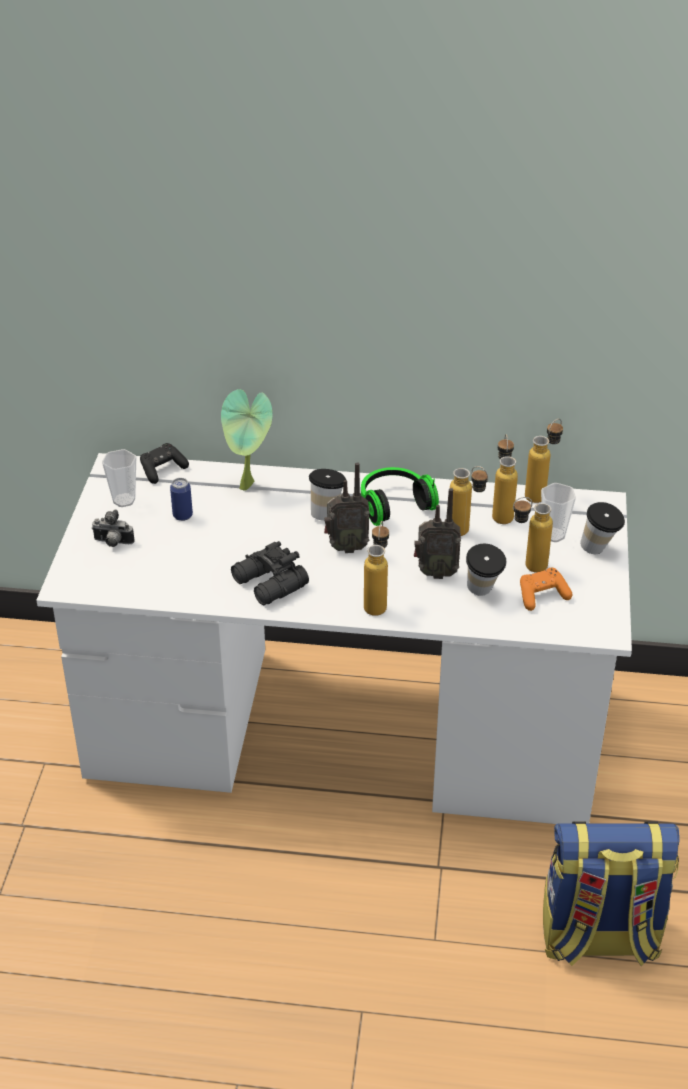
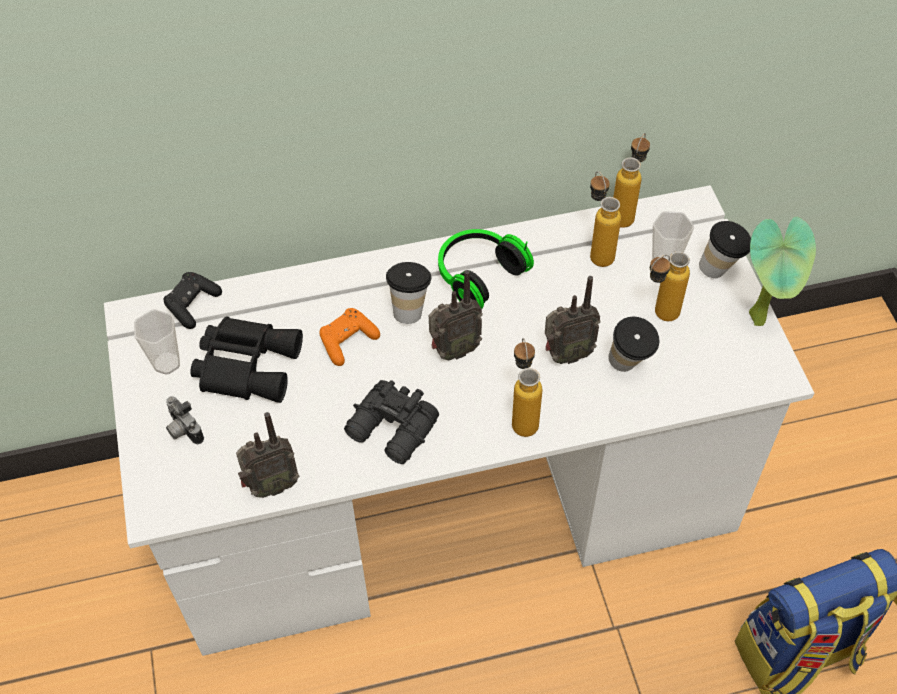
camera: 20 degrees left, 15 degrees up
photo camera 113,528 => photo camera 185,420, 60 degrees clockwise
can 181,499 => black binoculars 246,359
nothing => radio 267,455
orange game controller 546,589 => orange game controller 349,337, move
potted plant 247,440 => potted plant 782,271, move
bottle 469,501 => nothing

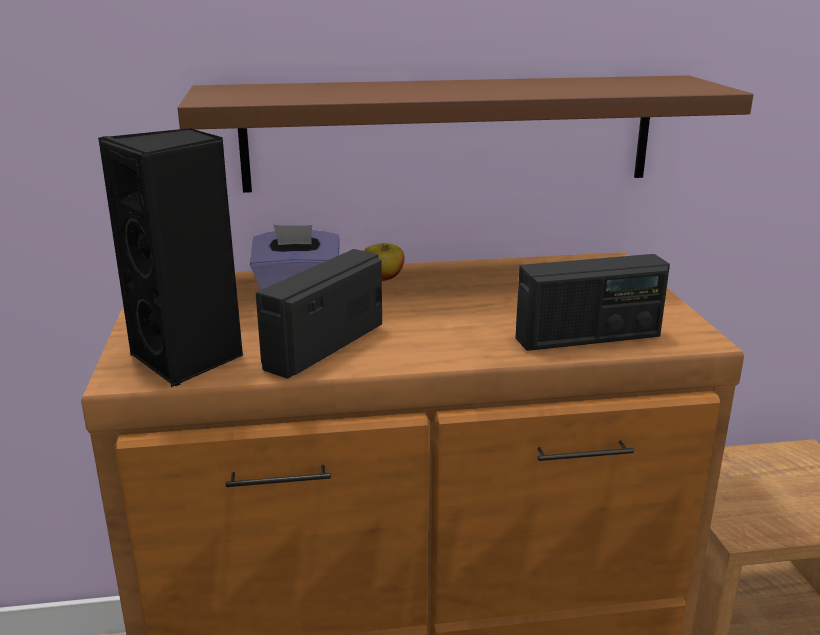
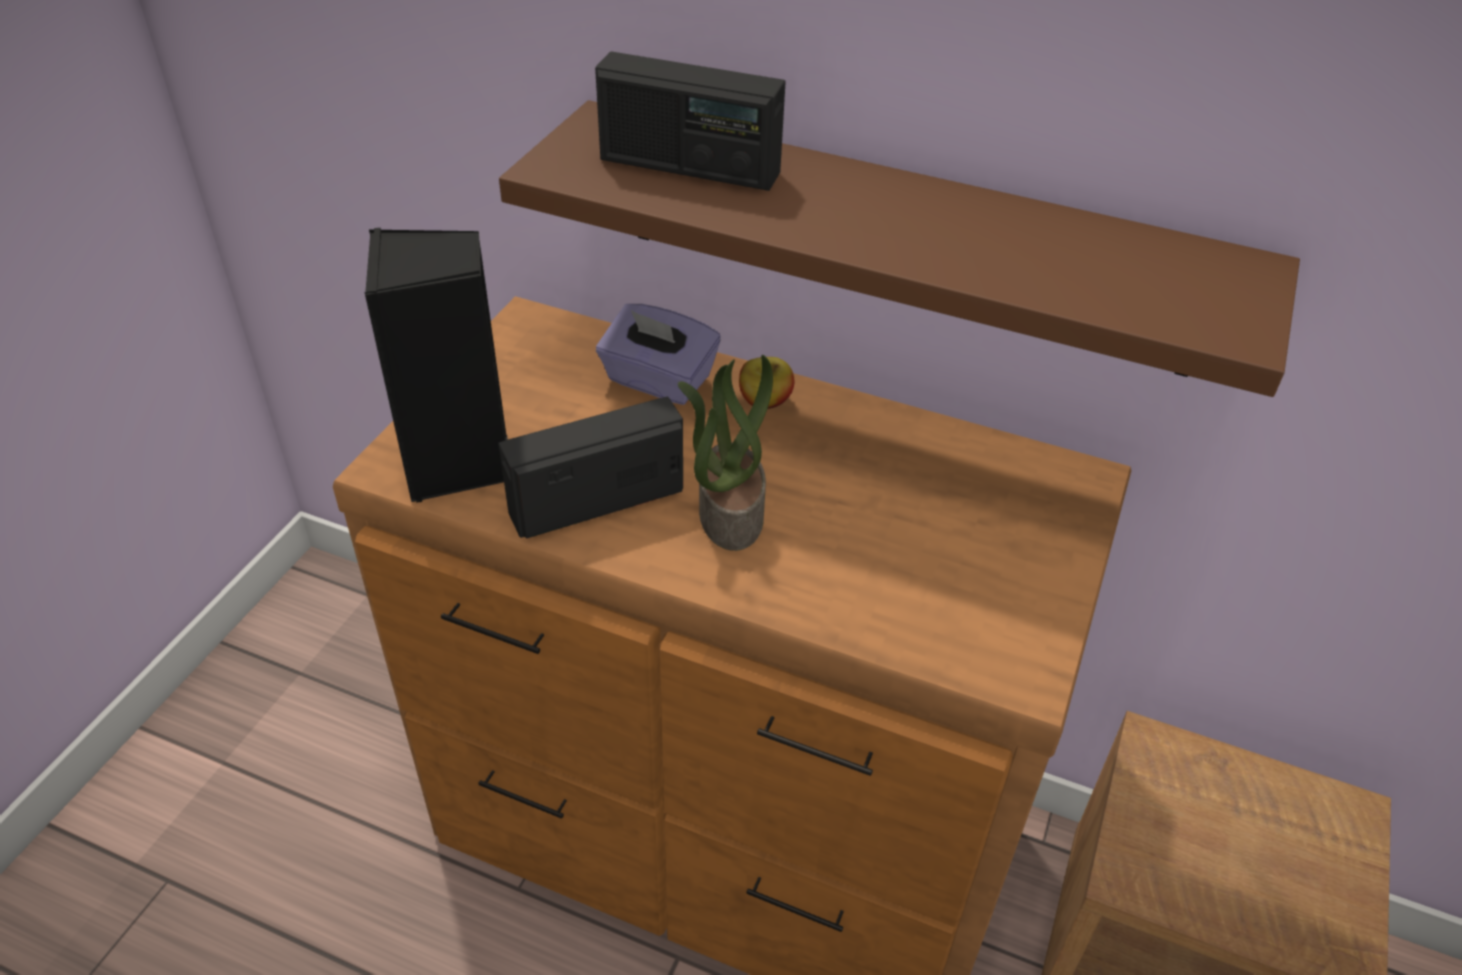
camera: 30 degrees right, 20 degrees up
radio 593,302 => radio 690,121, move
nothing => potted plant 725,453

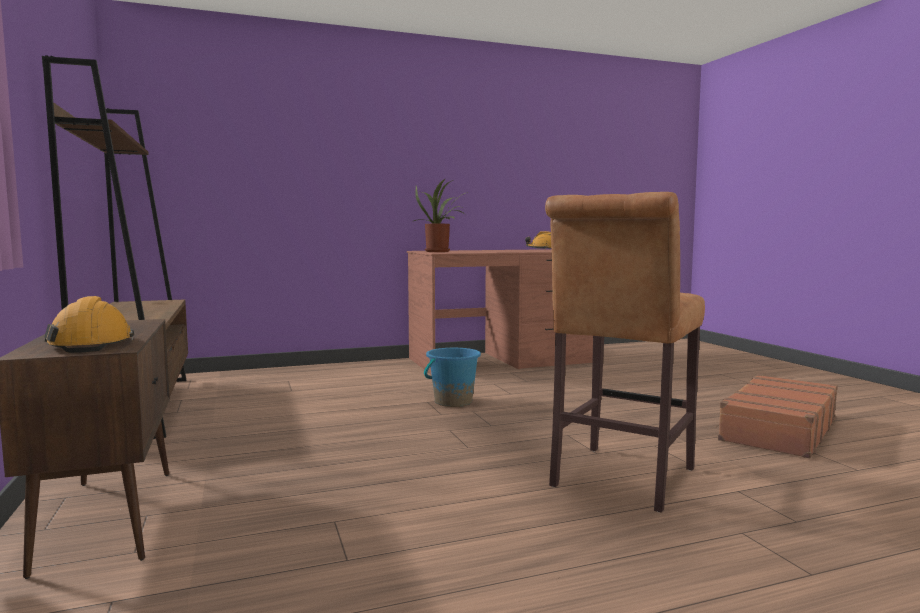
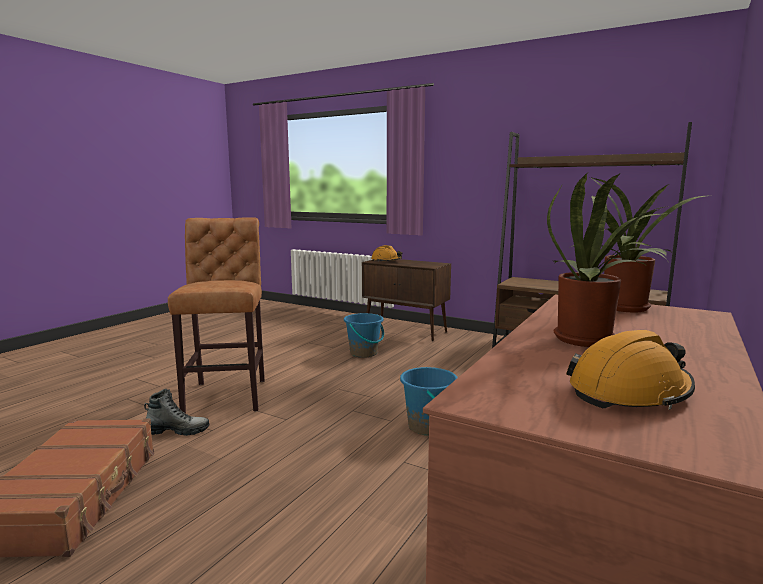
camera: 140 degrees right, 5 degrees up
nothing => boot 177,412
nothing => blue bucket 364,335
nothing => potted plant 608,260

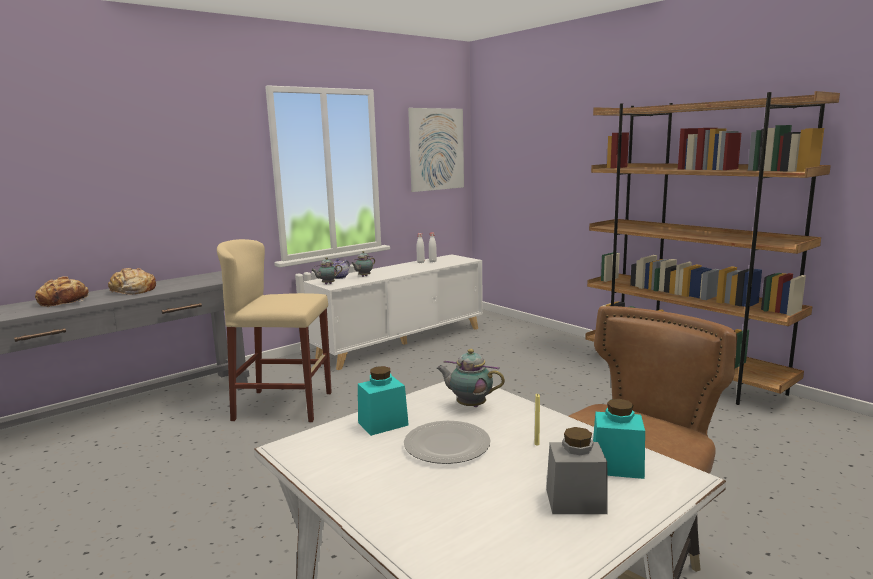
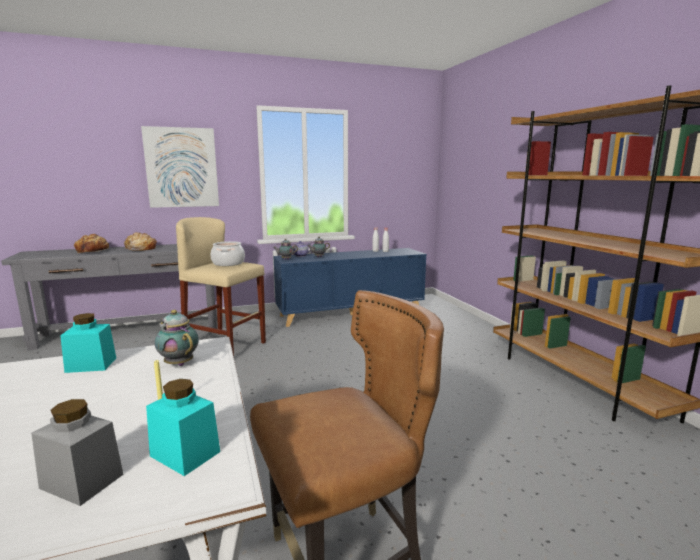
camera: 20 degrees right, 0 degrees up
picture 436,150 => picture 180,167, move
nothing => cooking pot 227,253
white cabinet 393,312 => blue cabinet 349,287
plate 447,442 => nothing

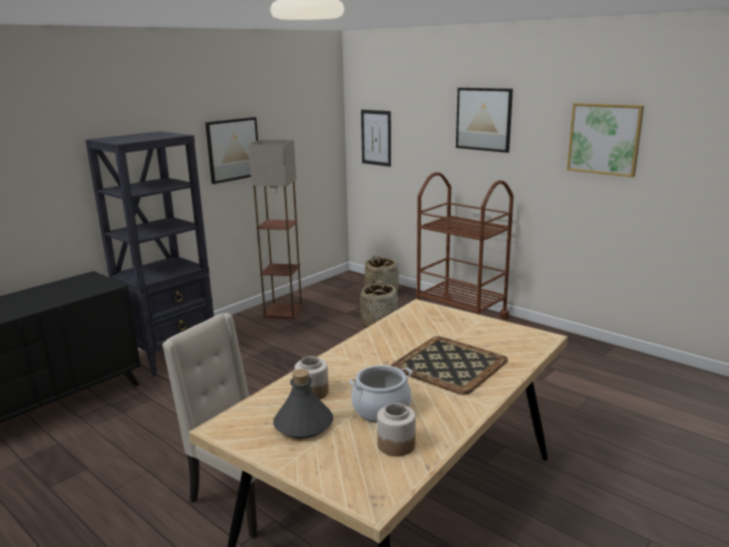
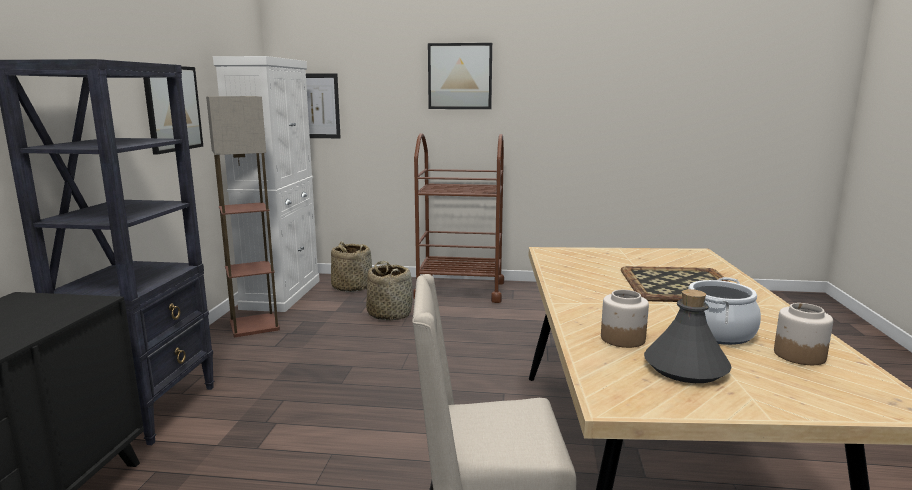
camera: 35 degrees left, 5 degrees down
nothing => white cabinet 266,184
picture 605,140 => nothing

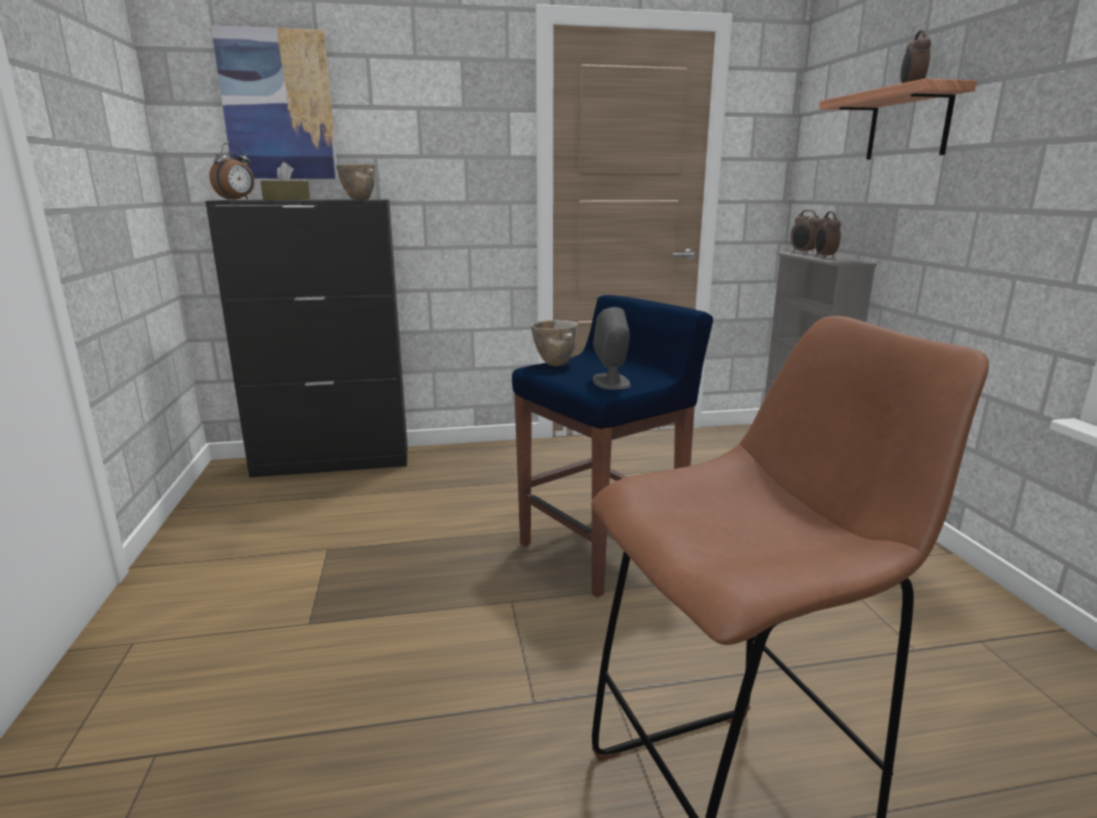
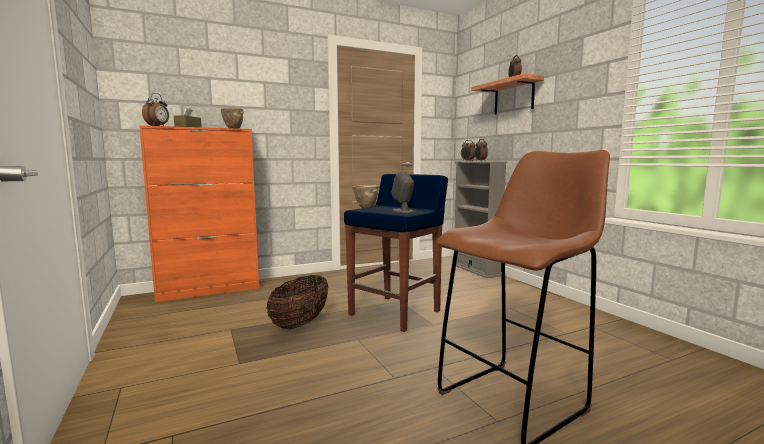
camera: 15 degrees left, 10 degrees down
black cabinet 306,338 => orange cabinet 199,213
nothing => basket 297,302
picture 275,102 => nothing

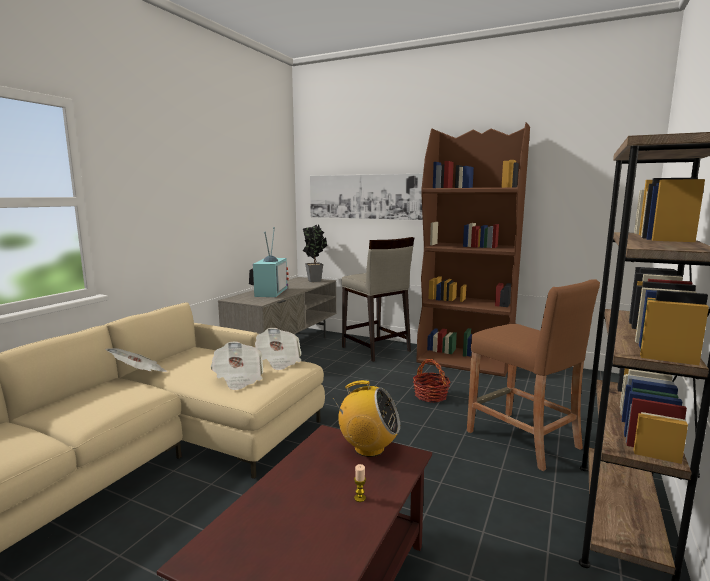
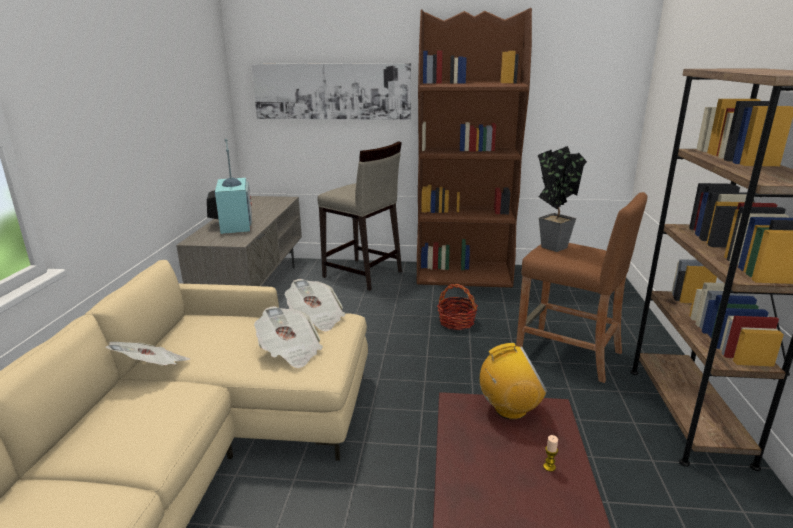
camera: 20 degrees left, 10 degrees up
potted plant 315,253 => potted plant 562,199, move

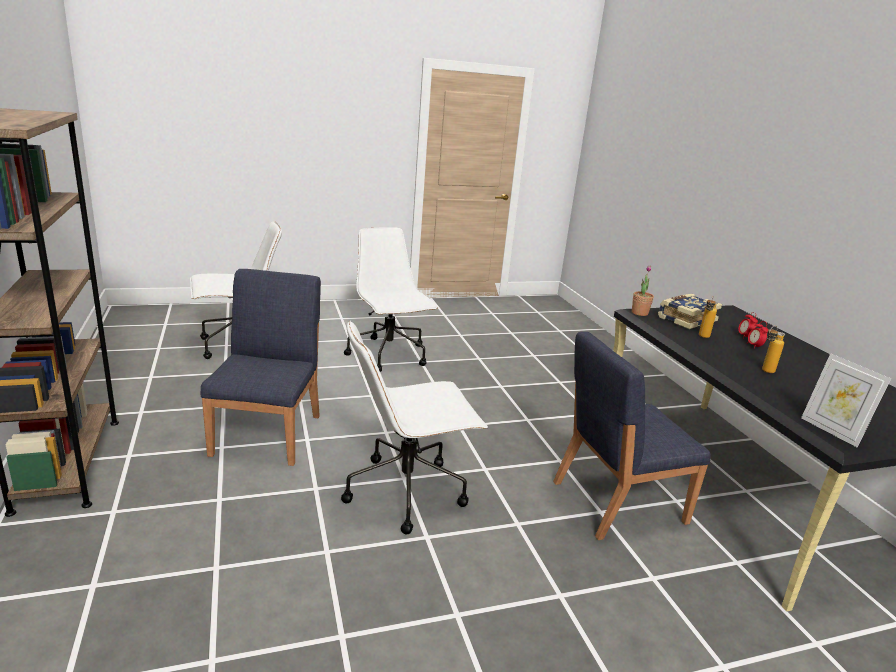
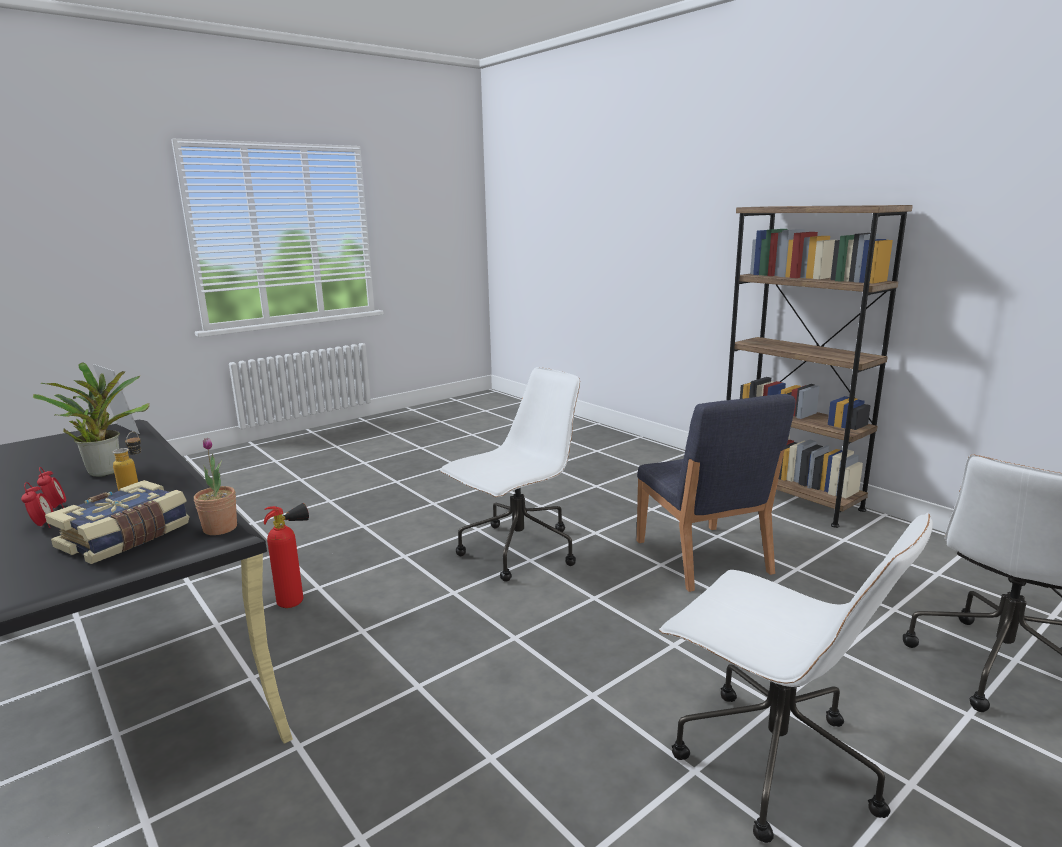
camera: 160 degrees right, 5 degrees down
bottle 773,349 => potted plant 91,419
blue chair 632,436 => fire extinguisher 286,555

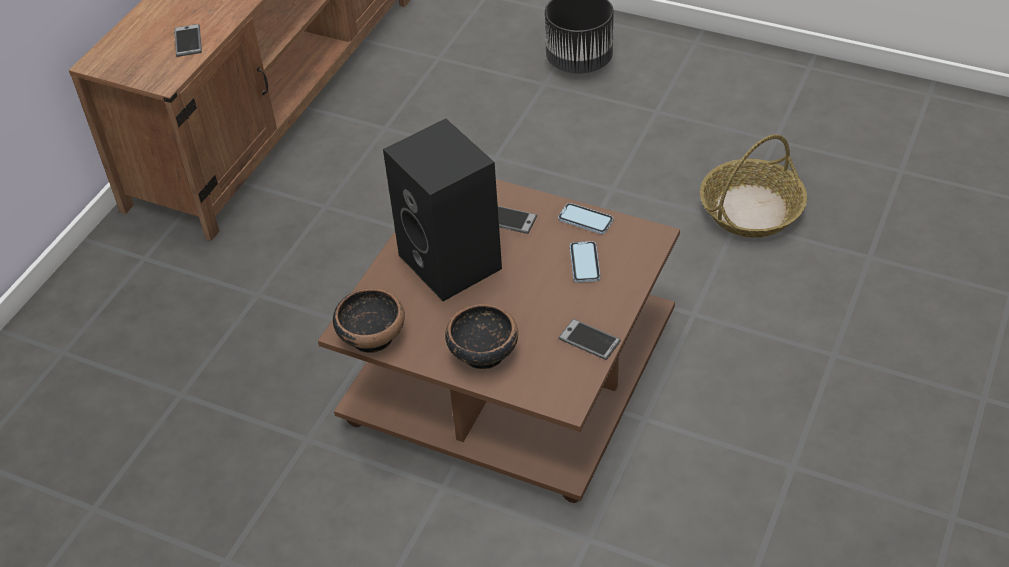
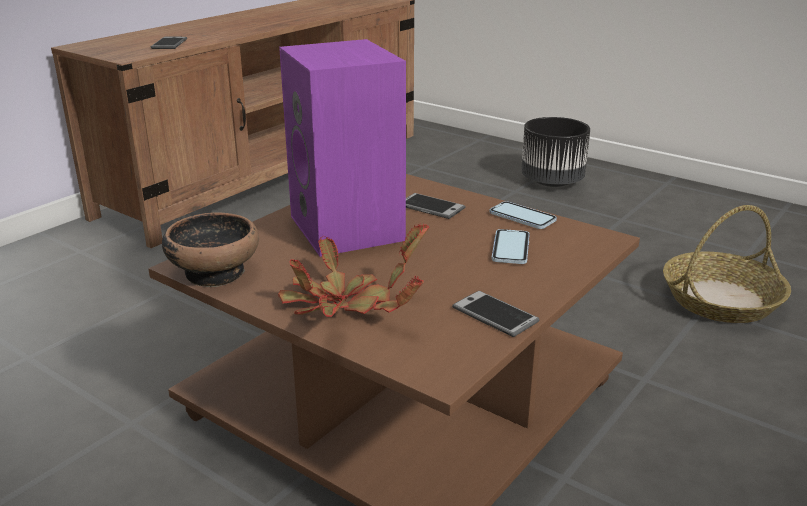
camera: 10 degrees right, 20 degrees down
bowl 481,336 => potted plant 353,270
black speaker 442,209 => purple speaker 342,148

